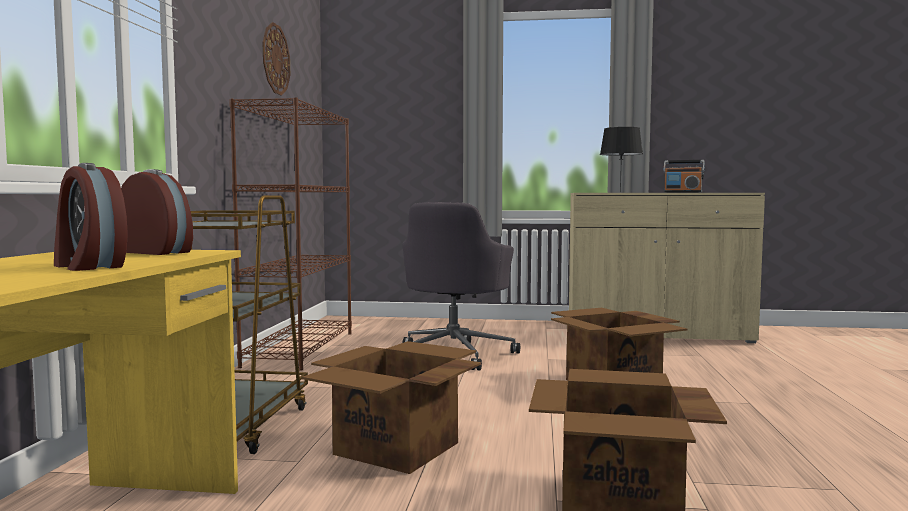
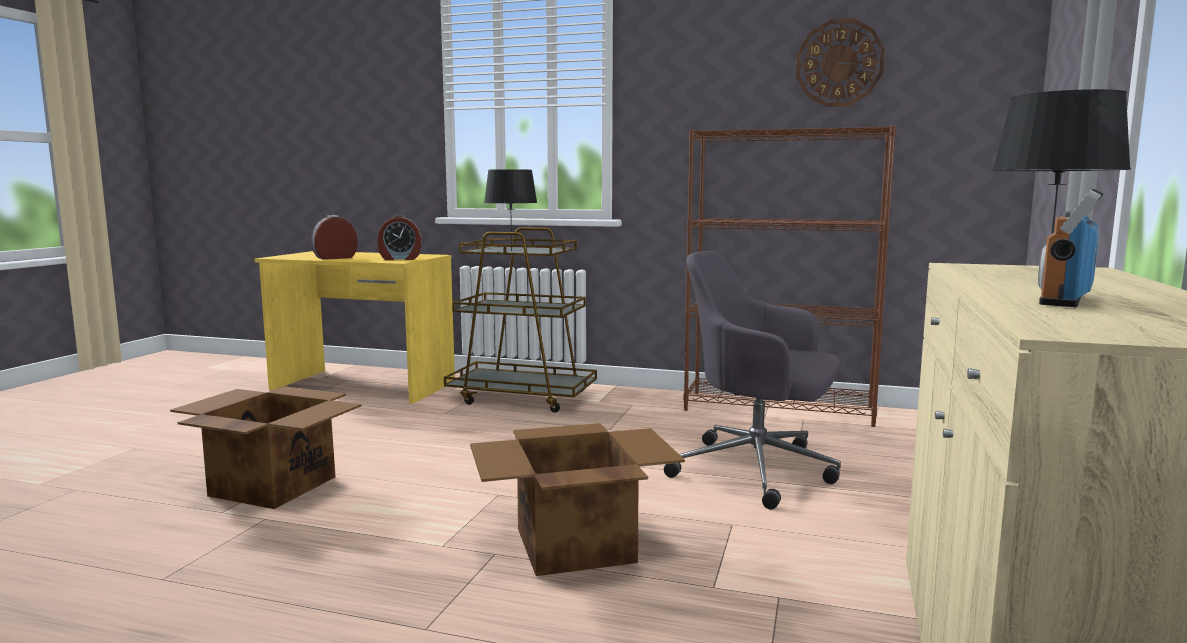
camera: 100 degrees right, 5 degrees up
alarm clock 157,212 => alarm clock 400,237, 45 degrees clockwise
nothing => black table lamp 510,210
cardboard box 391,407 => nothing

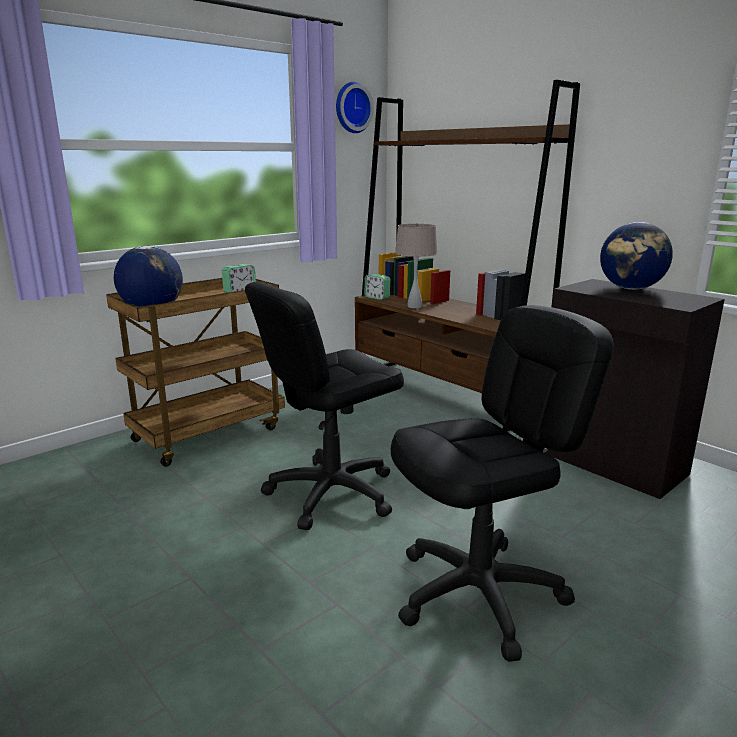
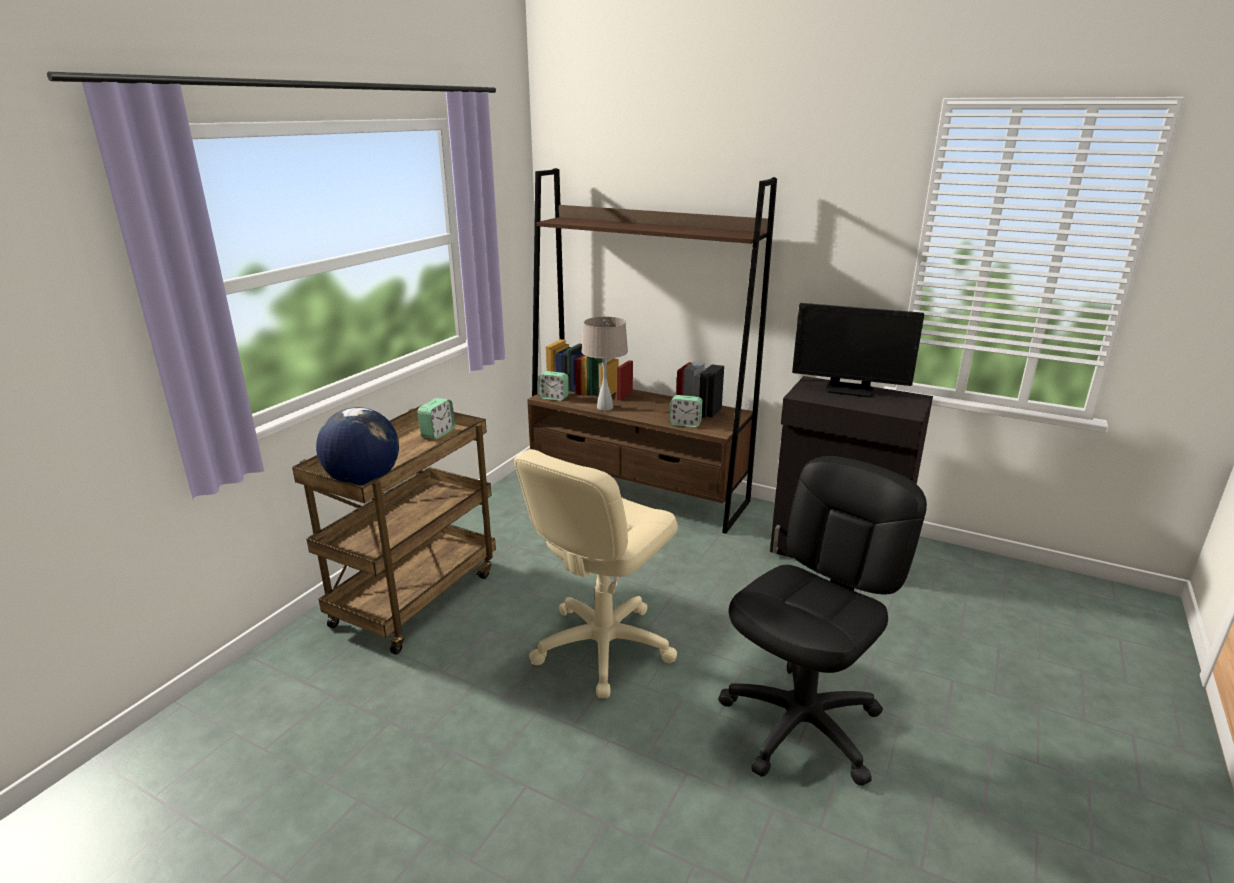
camera: 20 degrees left, 5 degrees up
black office chair 324,406 => beige office chair 596,573
nothing => alarm clock 686,411
globe 636,256 => monitor 858,350
wall clock 355,107 => nothing

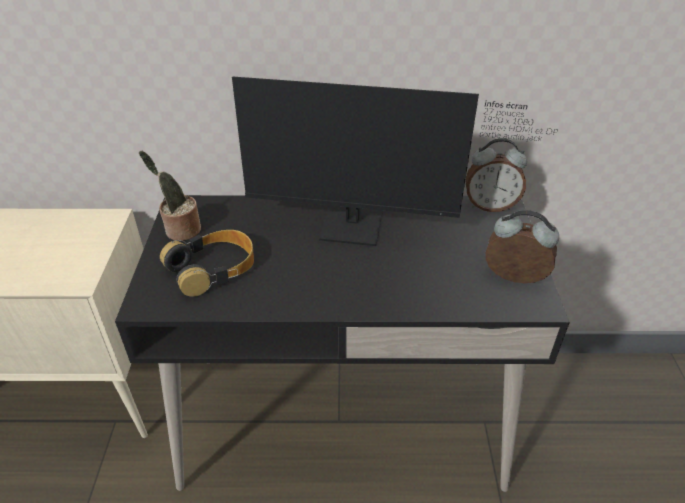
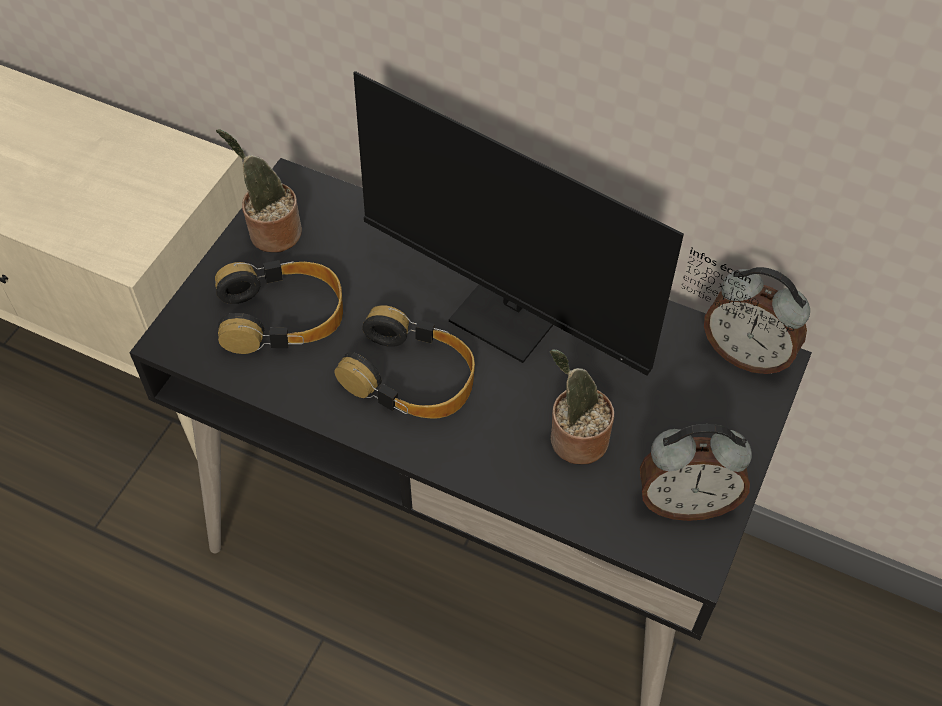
camera: 25 degrees right, 15 degrees up
nothing => headphones 404,362
nothing => potted plant 582,406
alarm clock 522,246 => alarm clock 696,472, 135 degrees clockwise

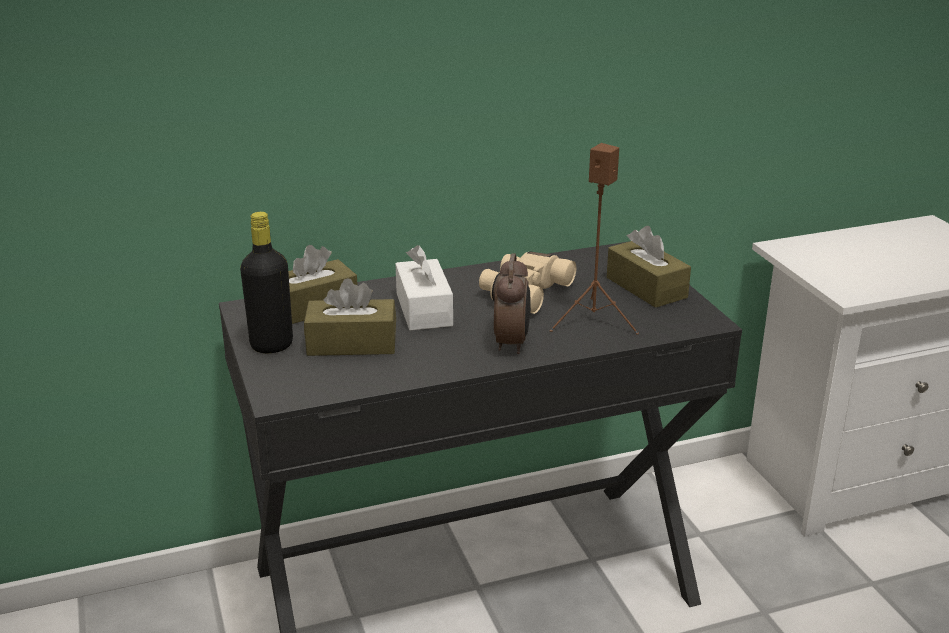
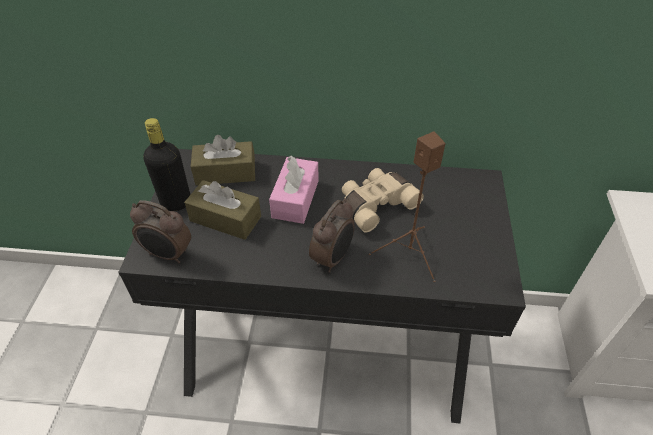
camera: 25 degrees right, 20 degrees up
nothing => alarm clock 160,231
white tissue box 424,287 => pink tissue box 294,190
brown tissue box 649,267 => nothing

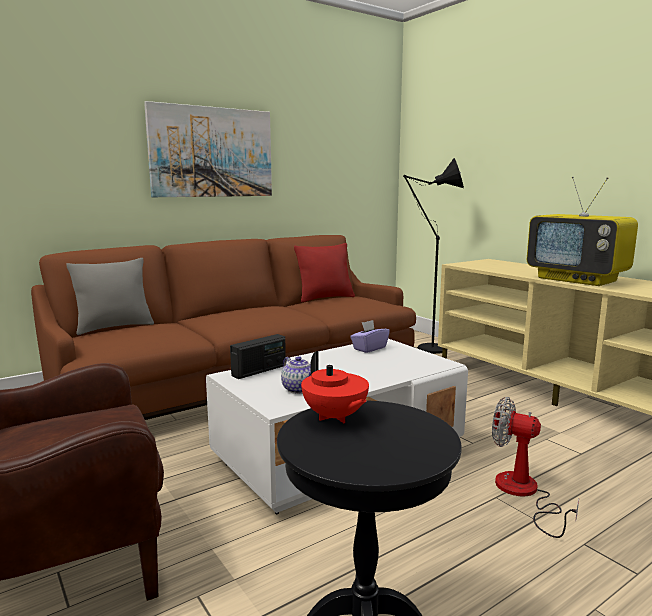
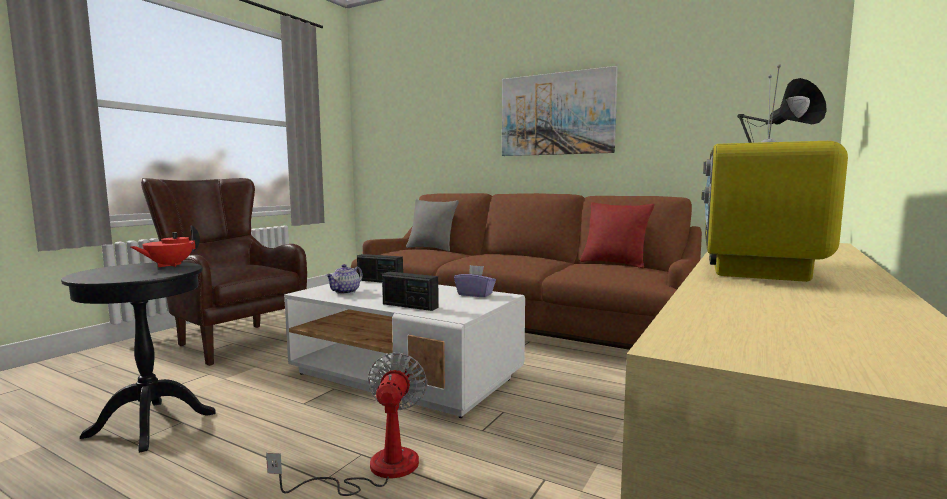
camera: 65 degrees right, 5 degrees down
nothing => radio 410,291

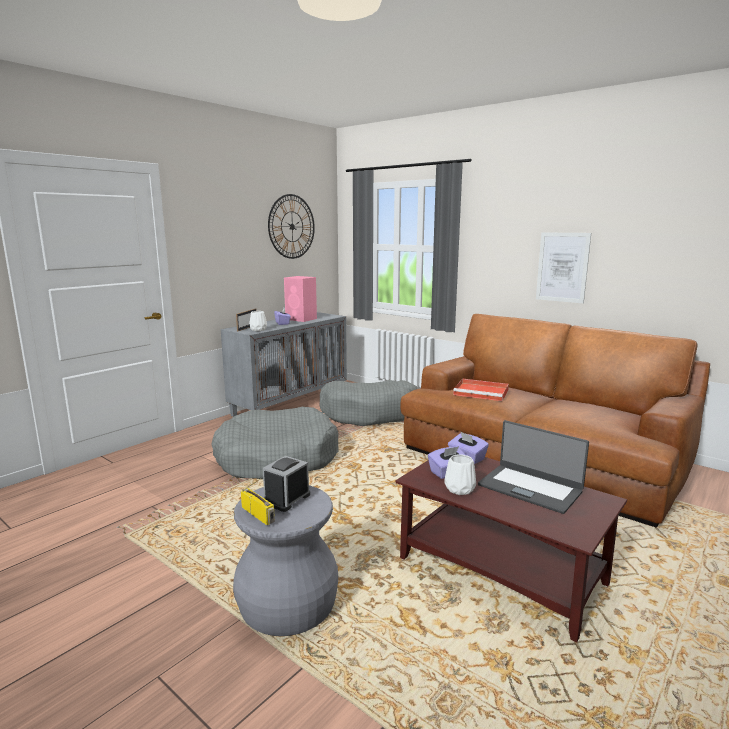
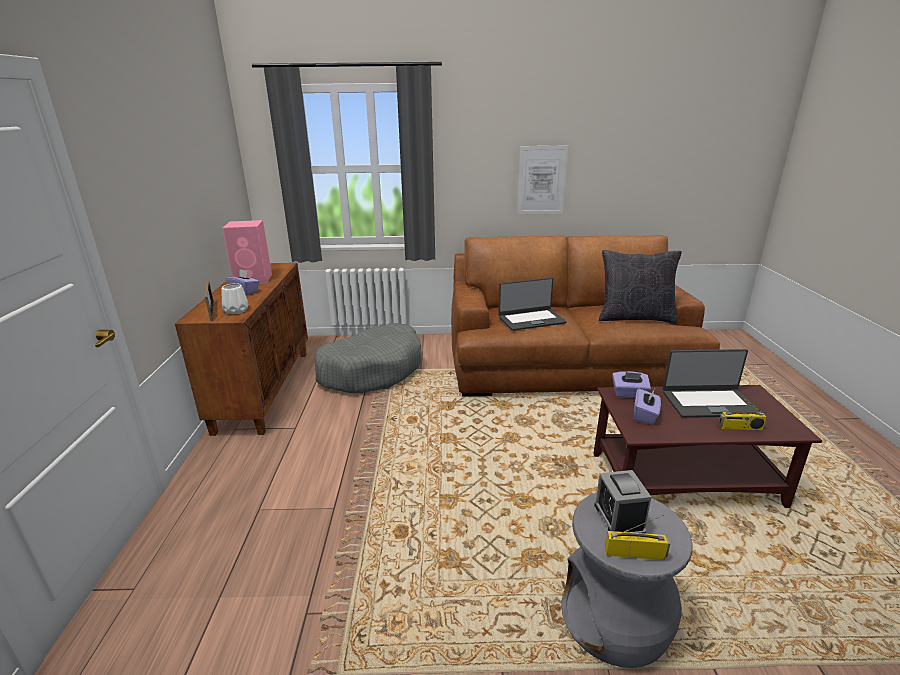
camera: 40 degrees left, 10 degrees up
grey cabinet 284,364 => brown cabinet 241,349
red tray 481,390 => laptop 532,304
nothing => black pillow 640,286
nothing => radio 742,411
grey dog bed 275,443 => nothing
wall clock 291,226 => nothing
white vase 460,474 => nothing

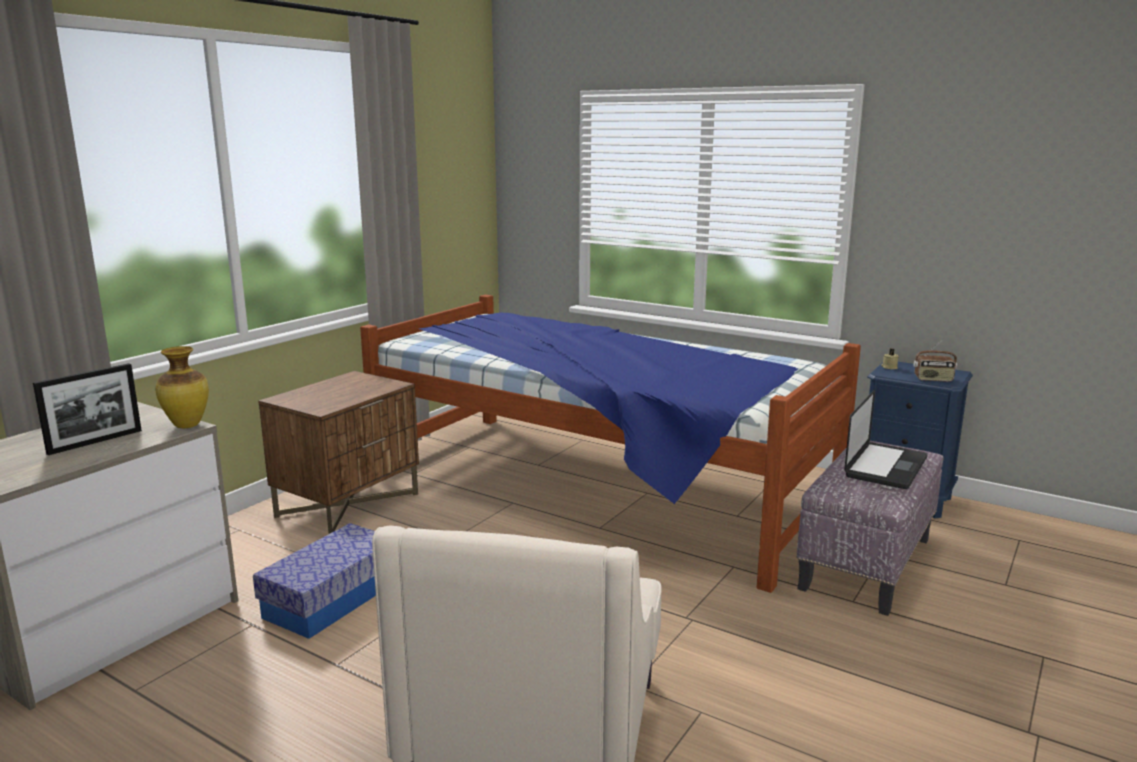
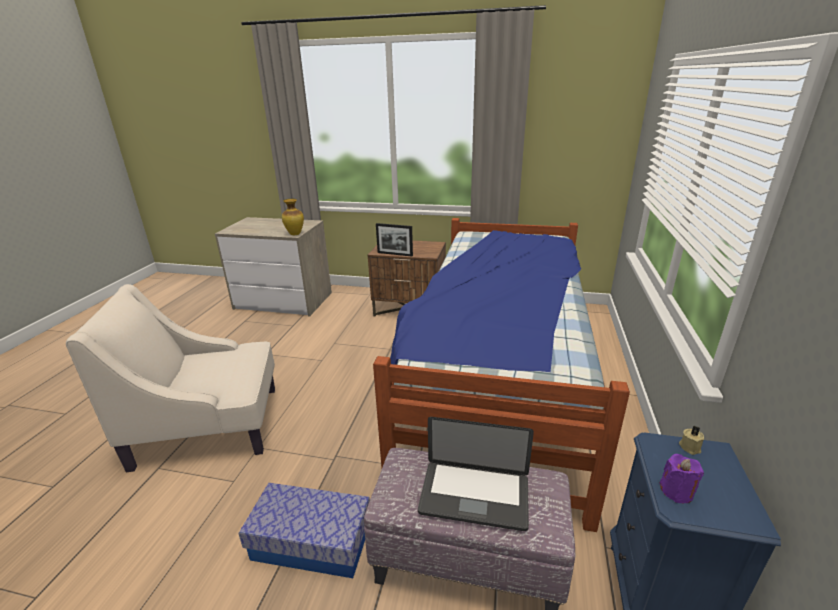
camera: 70 degrees right, 10 degrees up
storage box 314,581 => storage box 304,530, move
picture frame 87,409 => picture frame 394,240, move
radio 935,360 => purple candle 681,478

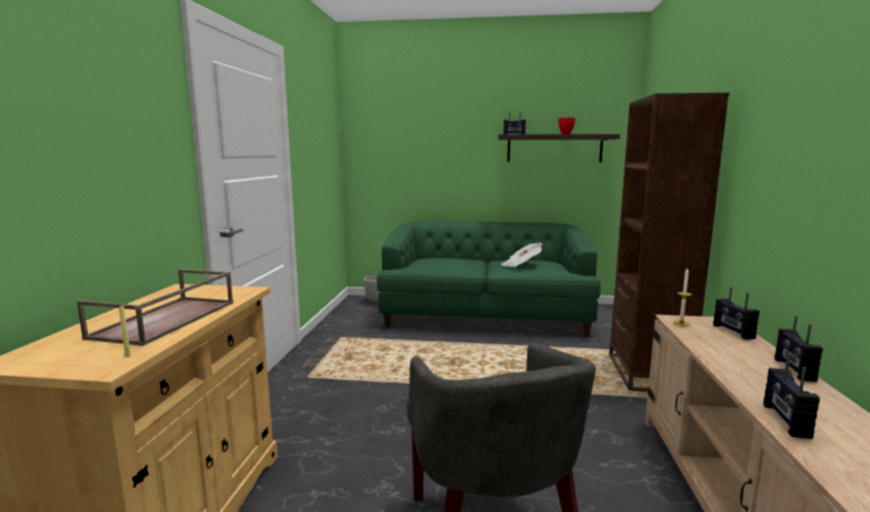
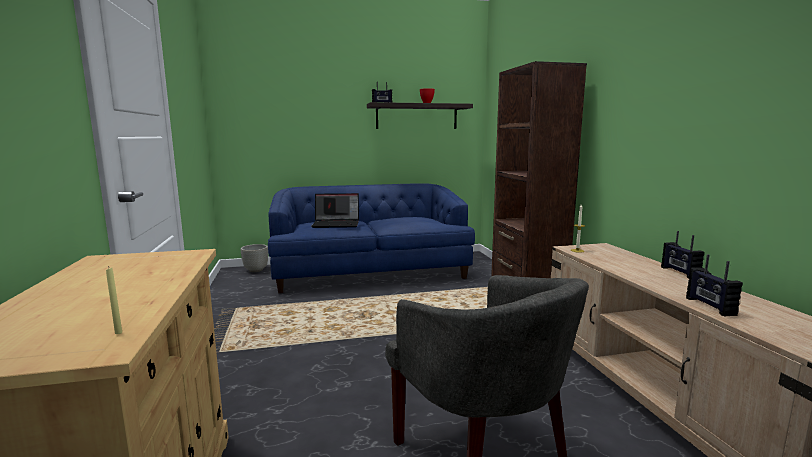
camera: 20 degrees left, 0 degrees up
green sofa 489,278 => blue sofa 371,238
nothing => laptop 335,210
brown tray 155,307 => nothing
newspaper 522,255 => nothing
radio 736,313 => nothing

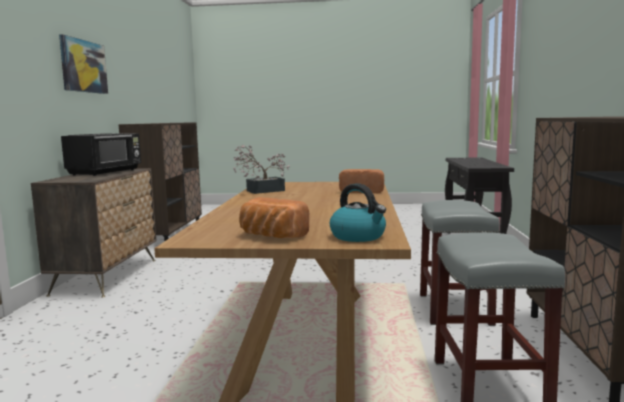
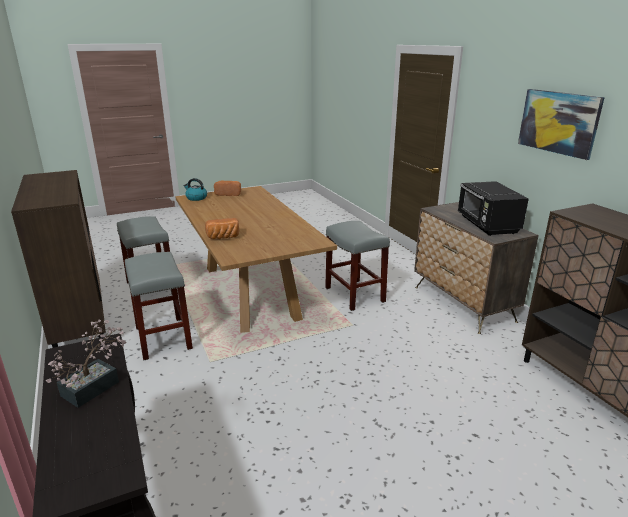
camera: 150 degrees right, 15 degrees up
potted plant 261,169 => potted plant 86,364, move
nothing => grey stool 357,266

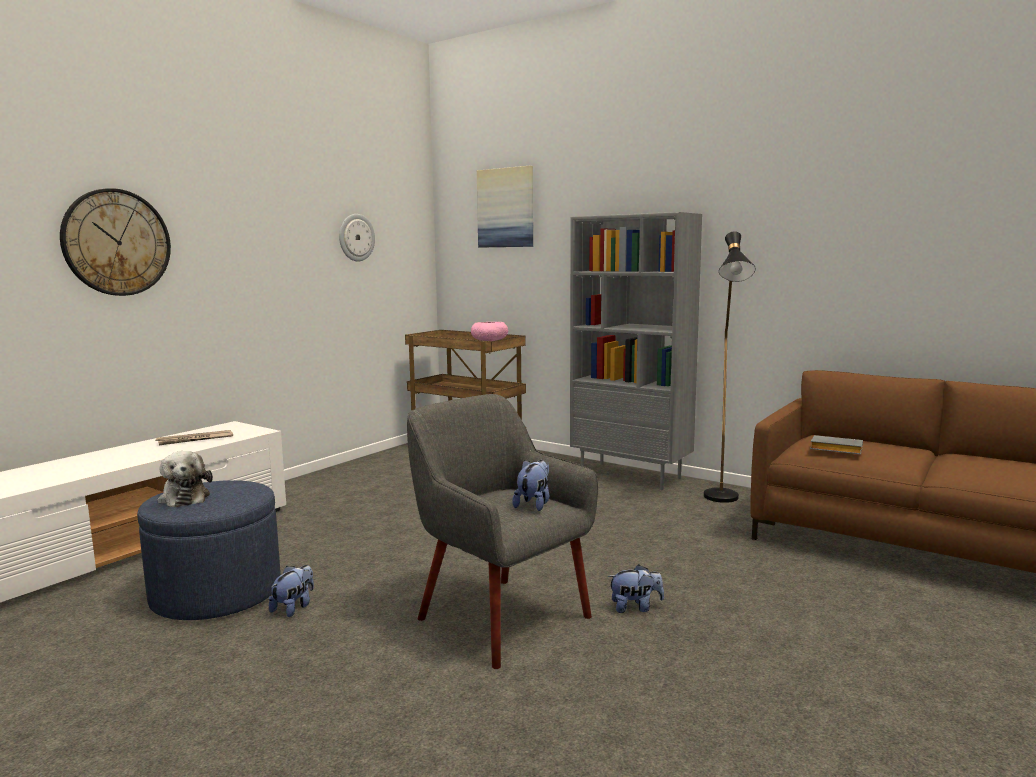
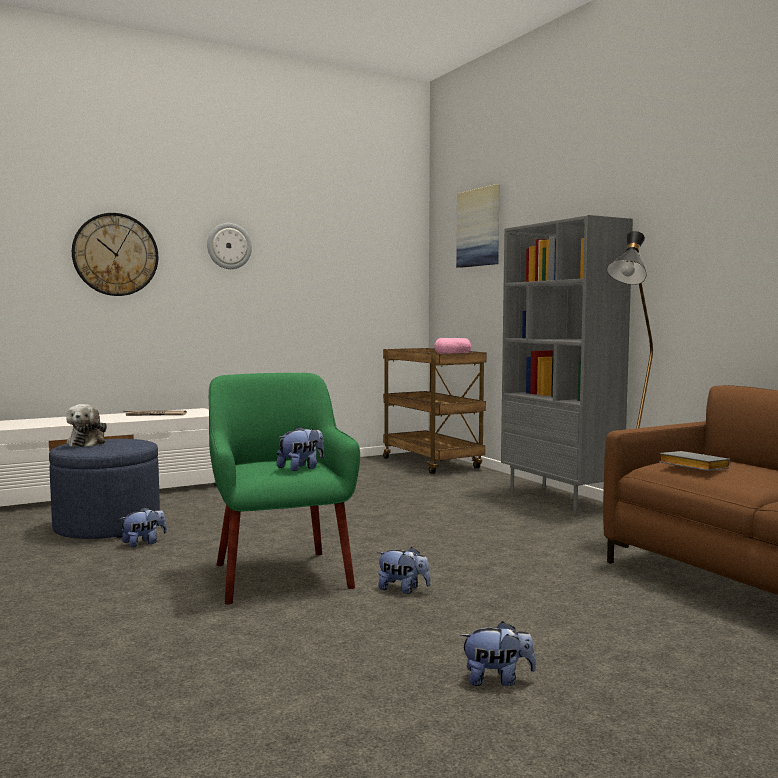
camera: 25 degrees right, 5 degrees down
wall clock 357,238 => wall clock 229,246, move
grey armchair 502,531 => green armchair 284,489
nothing => plush toy 498,653

